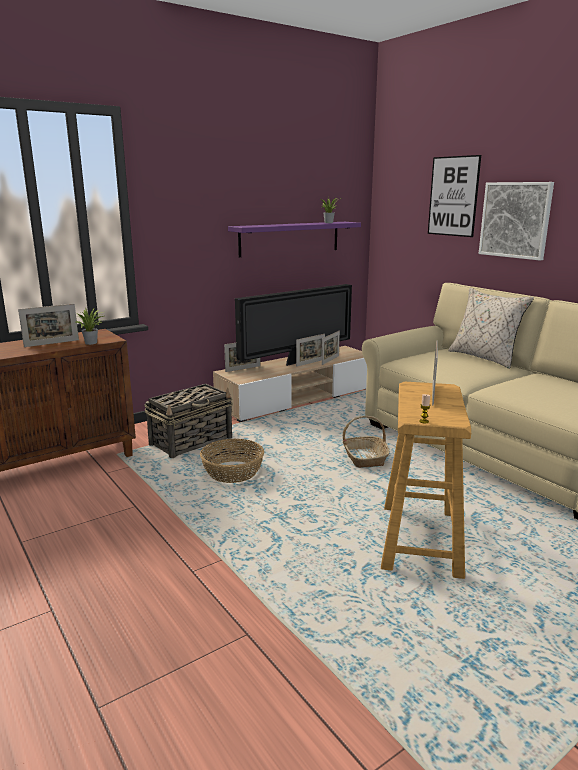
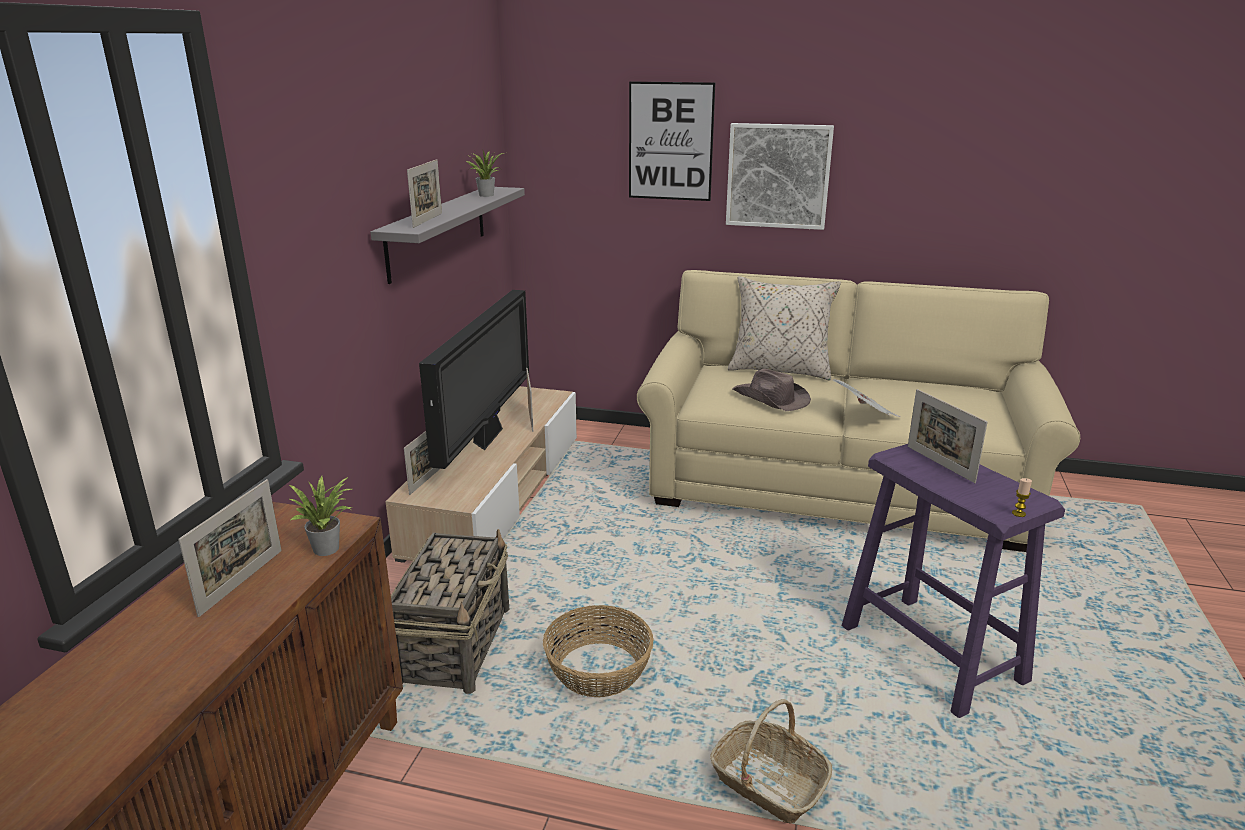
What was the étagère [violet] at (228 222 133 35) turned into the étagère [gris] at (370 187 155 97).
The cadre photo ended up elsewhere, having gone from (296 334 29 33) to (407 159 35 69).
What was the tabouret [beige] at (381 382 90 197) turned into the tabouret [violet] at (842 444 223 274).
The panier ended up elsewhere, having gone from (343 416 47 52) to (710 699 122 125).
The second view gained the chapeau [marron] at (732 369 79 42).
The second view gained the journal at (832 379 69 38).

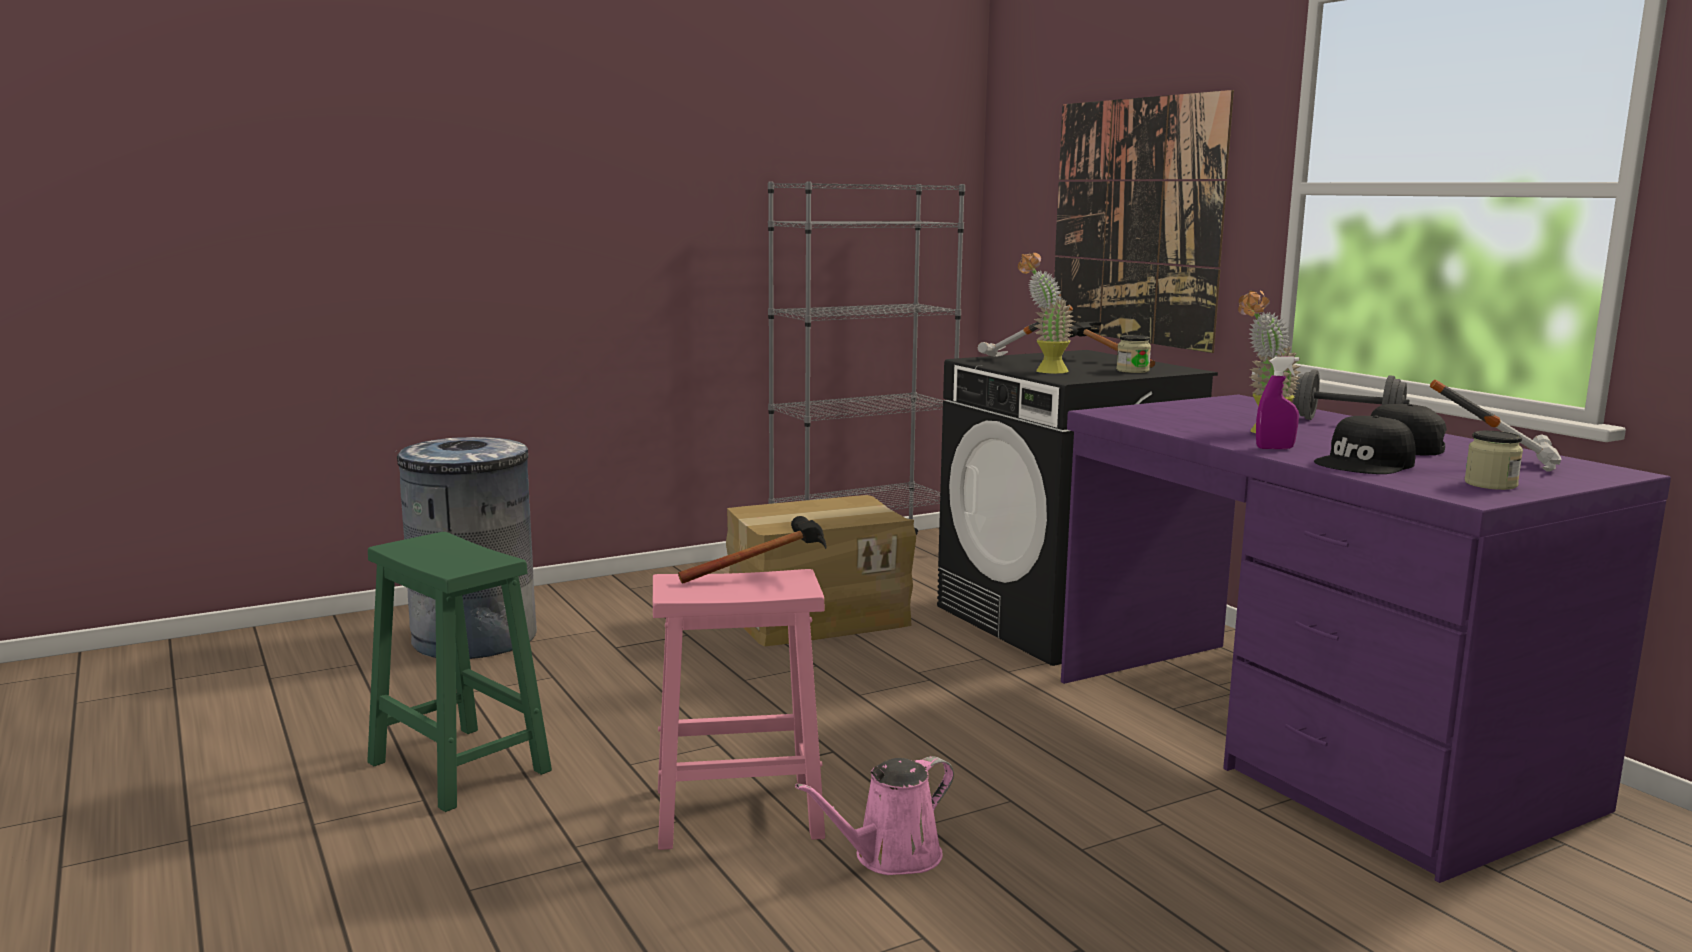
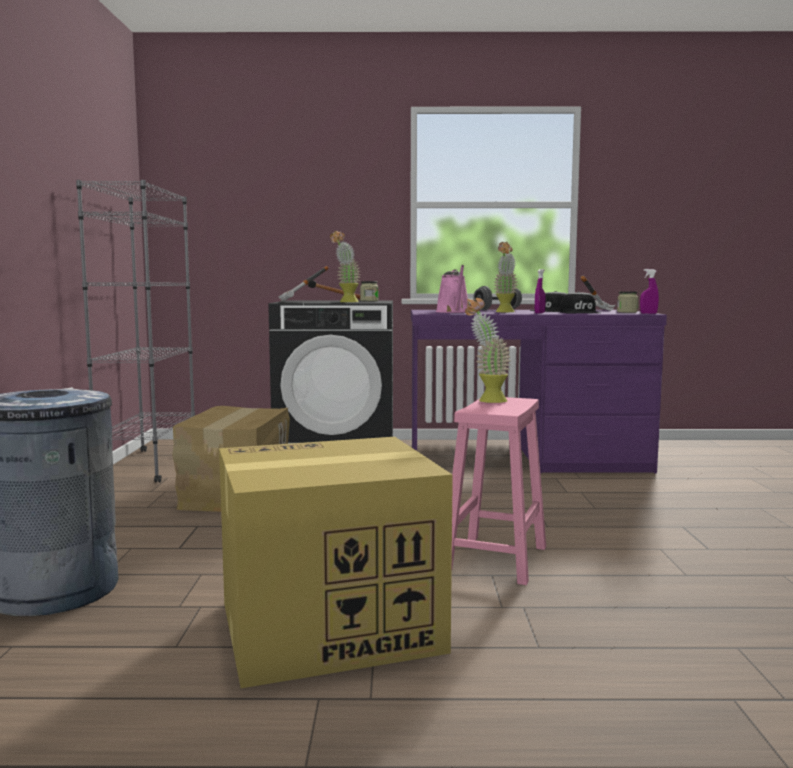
The second view lost the tableau at (1054 90 180 263).
Where the marteau stood at (678 516 149 68), the plante en pot came to stand at (465 298 45 105).
Where the tabouret [vert] stood at (367 532 185 280), the carton came to stand at (219 437 234 251).
The arrosoir [rose] ended up elsewhere, having gone from (795 756 159 119) to (436 265 32 48).
The second view gained the vaporisateur [violet] at (640 269 19 45).

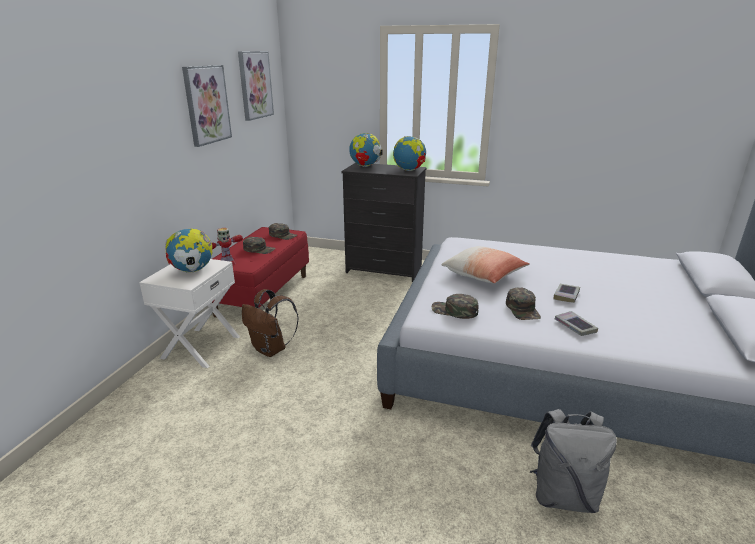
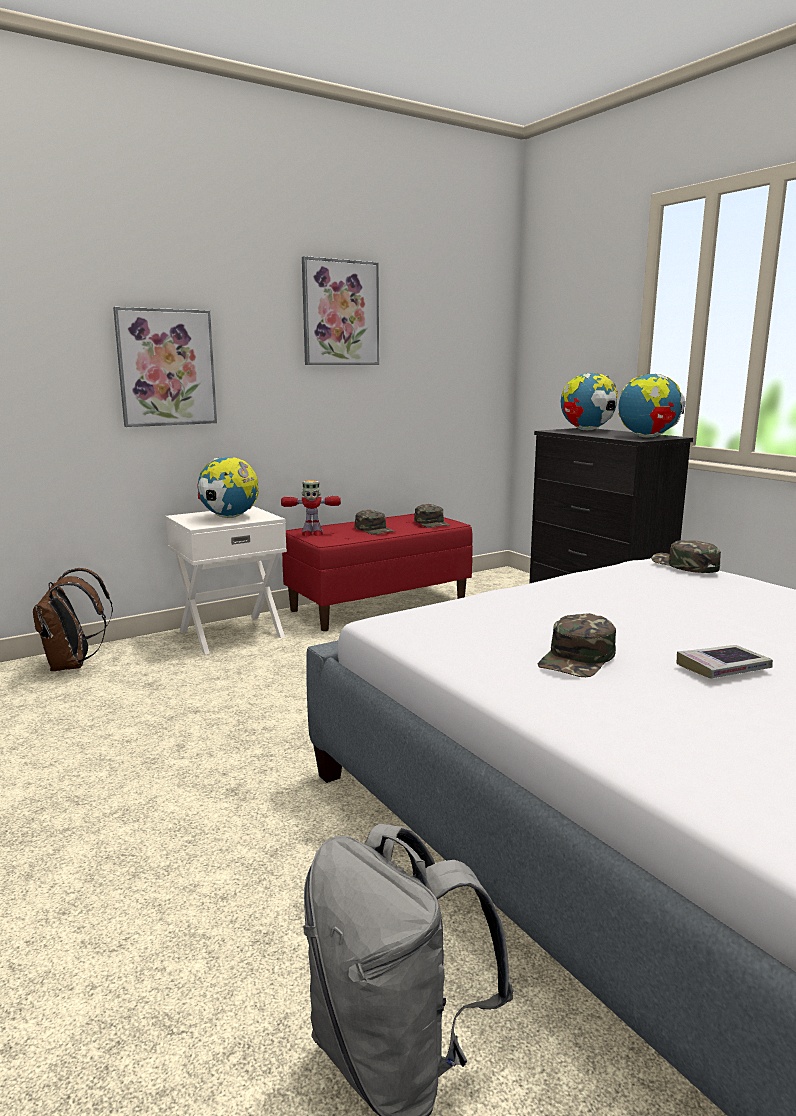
The tableau ended up elsewhere, having gone from (238 51 36 70) to (113 307 104 120).
The second view lost the coussin at (441 246 89 38).
The sac à dos [marron] ended up elsewhere, having gone from (242 289 57 68) to (33 568 80 103).
The casquette [vert] ended up elsewhere, having gone from (432 294 47 25) to (651 540 70 33).
The second view lost the livre at (555 311 43 25).

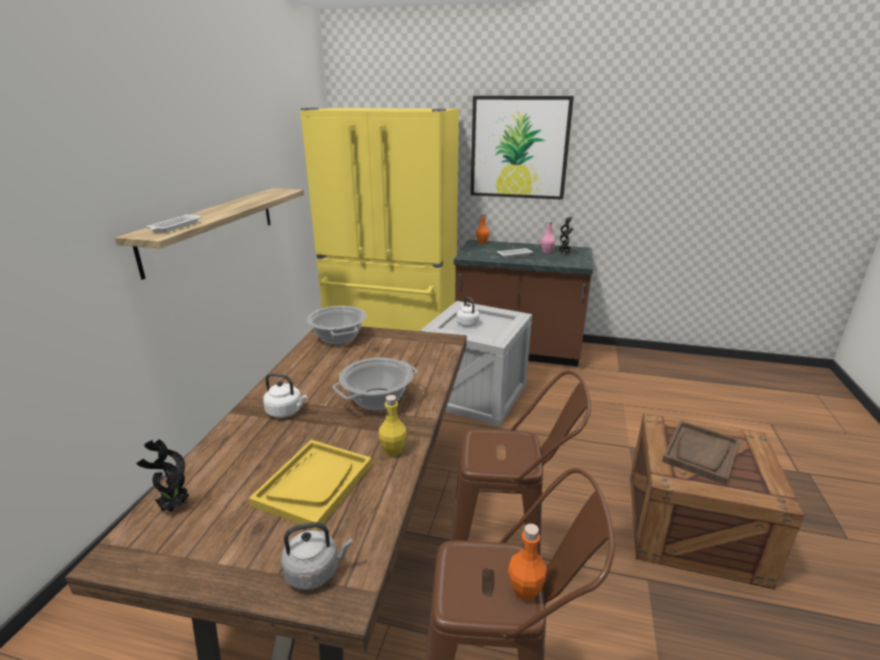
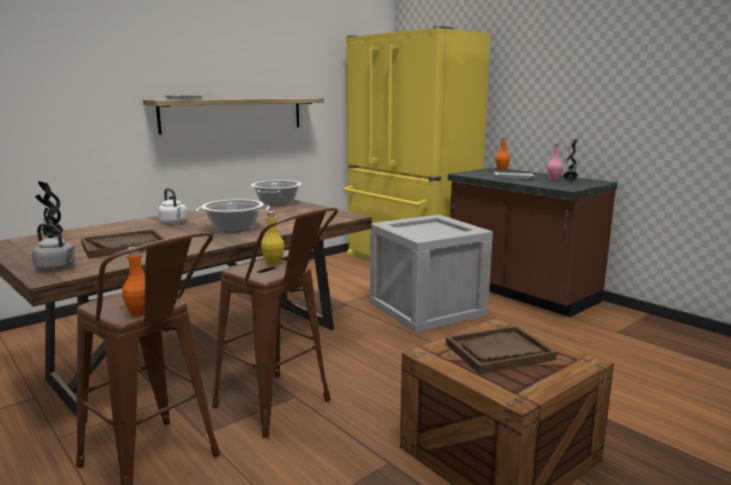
The second view lost the tableau at (470 96 104 104).
The second view lost the bouilloire [blanc] at (457 297 23 30).
The bouteille [jaune] ended up elsewhere, having gone from (379 395 28 61) to (261 211 23 54).
What was the plateau [jaune] at (249 440 123 91) turned into the plateau [marron] at (81 229 84 30).

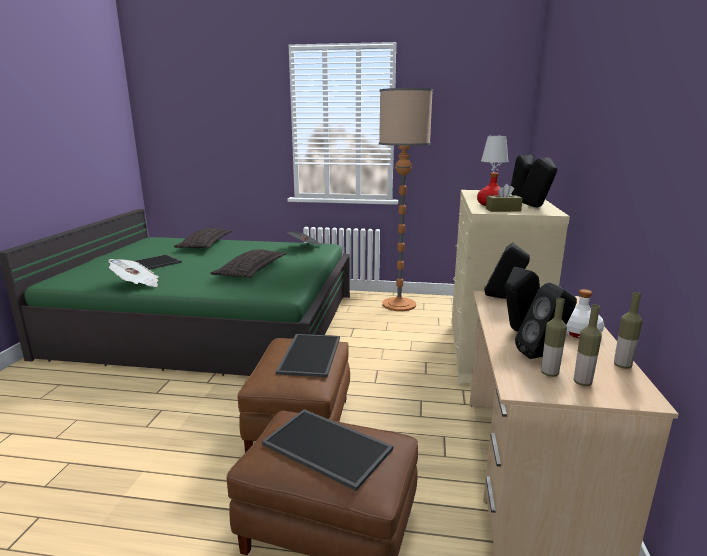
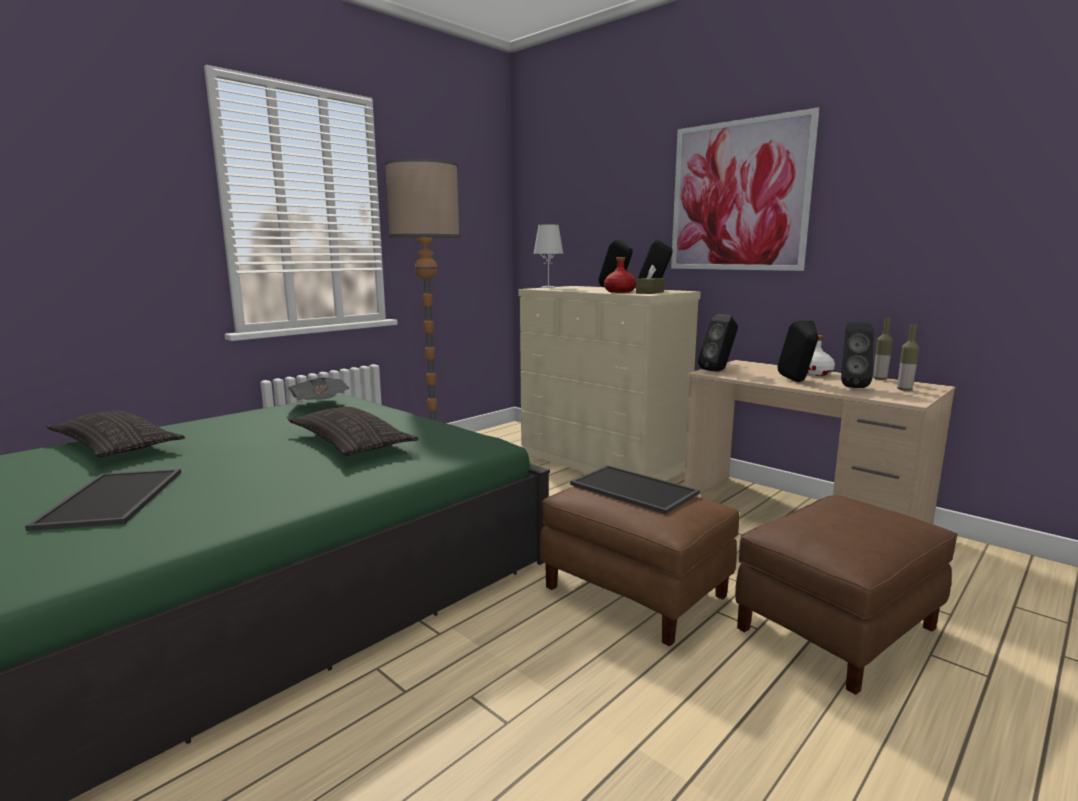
The second view lost the journal at (108 259 51 28).
The second view lost the bouteille at (541 298 26 79).
The second view lost the plateau at (262 409 131 82).
The second view gained the tableau at (671 108 149 163).

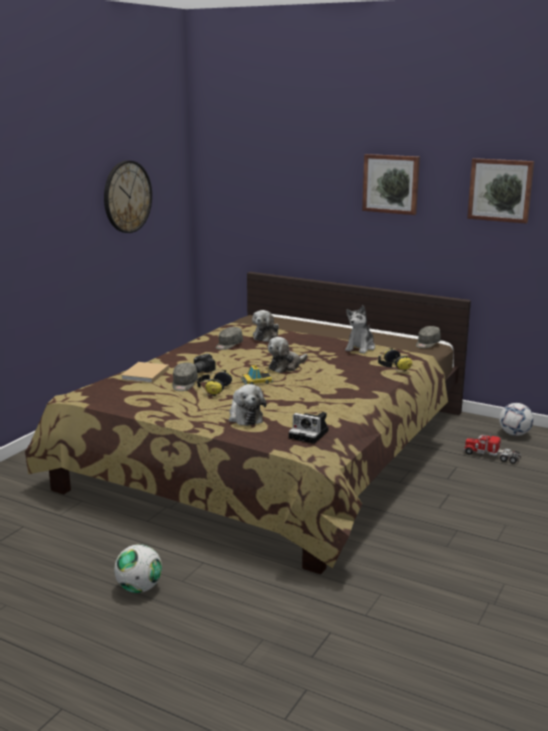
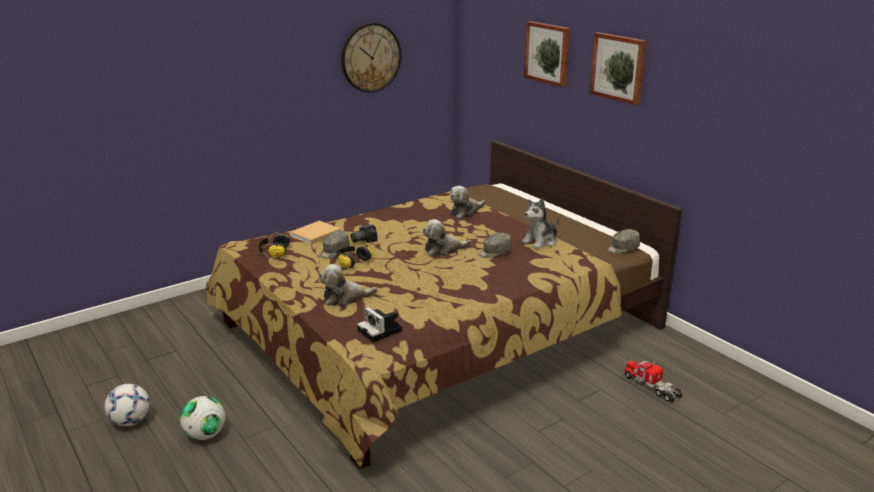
The tableau ended up elsewhere, having gone from (467 158 67 66) to (524 21 46 66).
The casquette [gris] ended up elsewhere, having gone from (216 327 27 23) to (478 233 34 25).
The casque audio ended up elsewhere, having gone from (378 348 34 24) to (258 233 32 26).
The second view lost the petite voiture at (241 365 32 20).
The peluche at (229 384 38 42) ended up facing another way, 75 degrees clockwise from before.
The ballon de foot ended up elsewhere, having gone from (499 403 35 33) to (105 384 45 42).

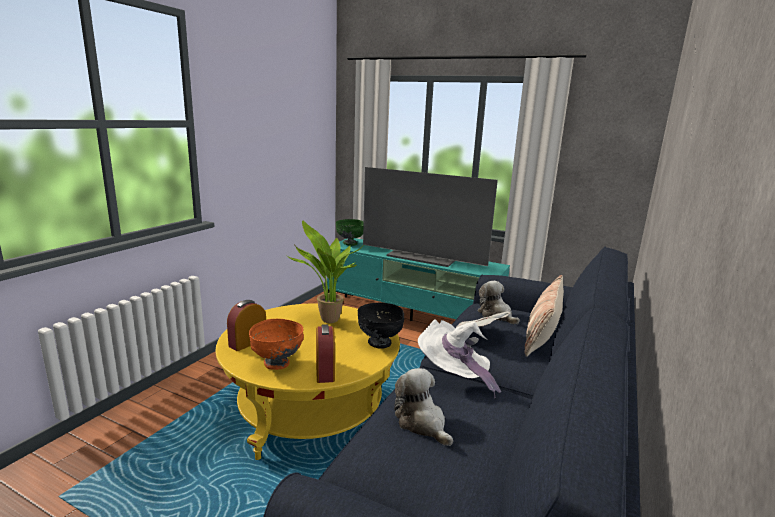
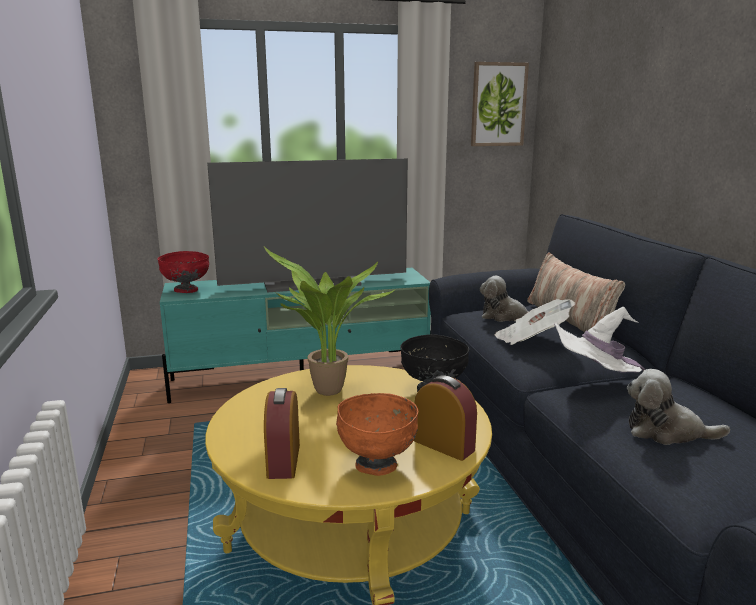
What was the bol [vert] at (336 219 28 27) turned into the bol [rouge] at (157 251 52 42).
The second view gained the tableau at (471 62 58 84).

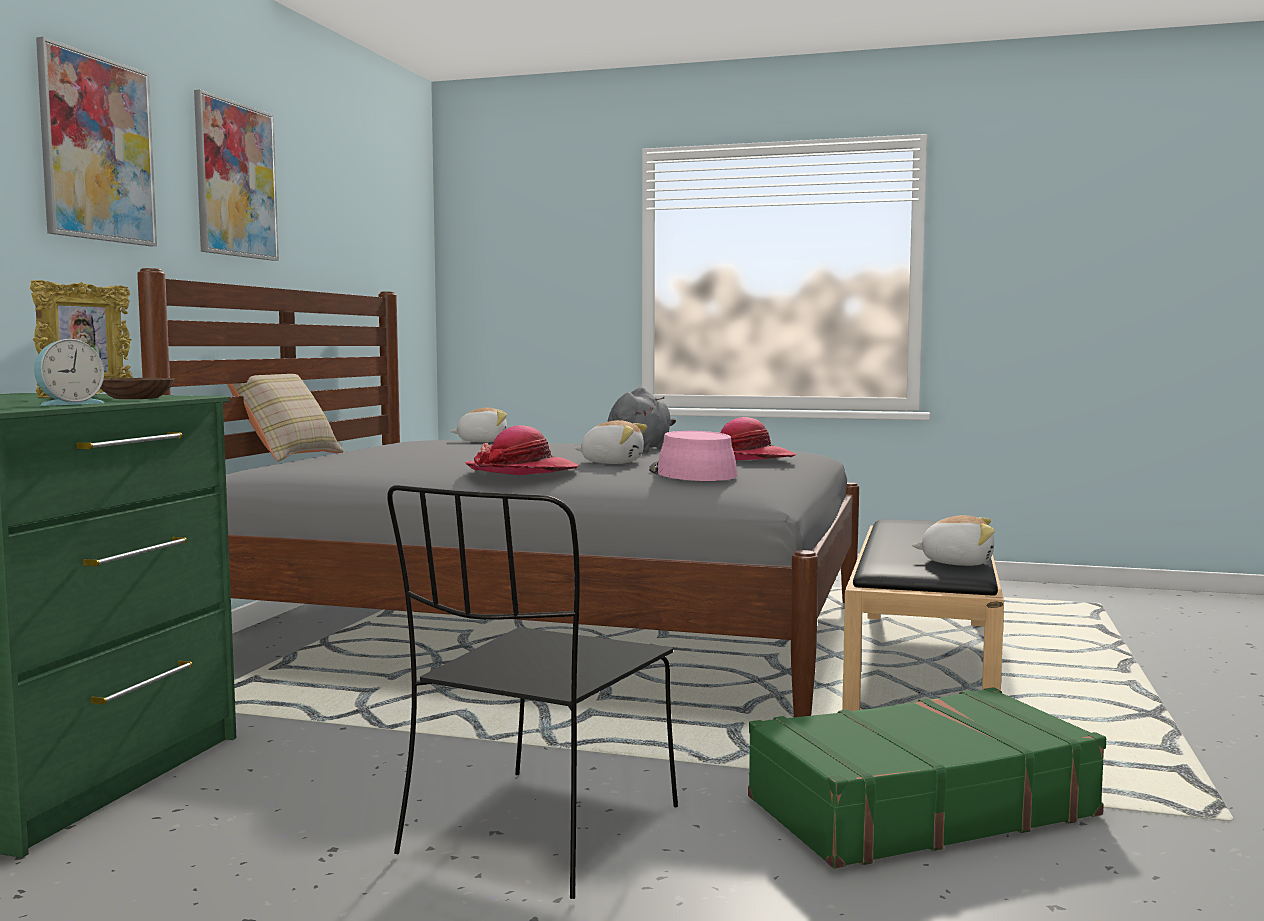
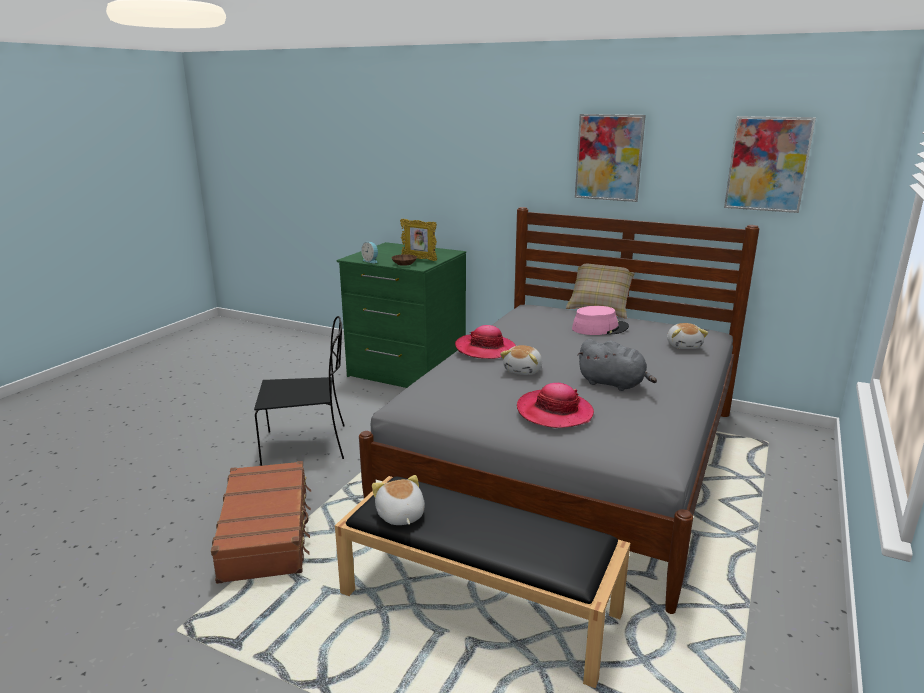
The tableau ended up elsewhere, having gone from (36 37 121 209) to (724 116 92 97).
The chapeau [rose] ended up elsewhere, having gone from (649 431 89 50) to (572 306 57 29).
The chaise [noir] at (387 485 291 414) ended up facing another way, 135 degrees clockwise from before.
The peluche at (912 515 83 51) ended up facing another way, 135 degrees clockwise from before.
What was the valise [vert] at (748 687 358 182) turned into the valise [marron] at (211 461 100 123).

